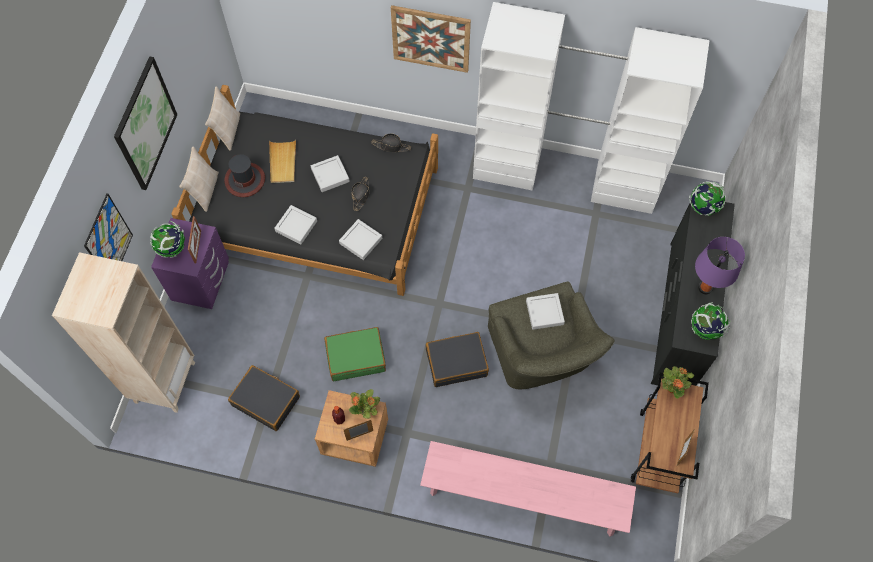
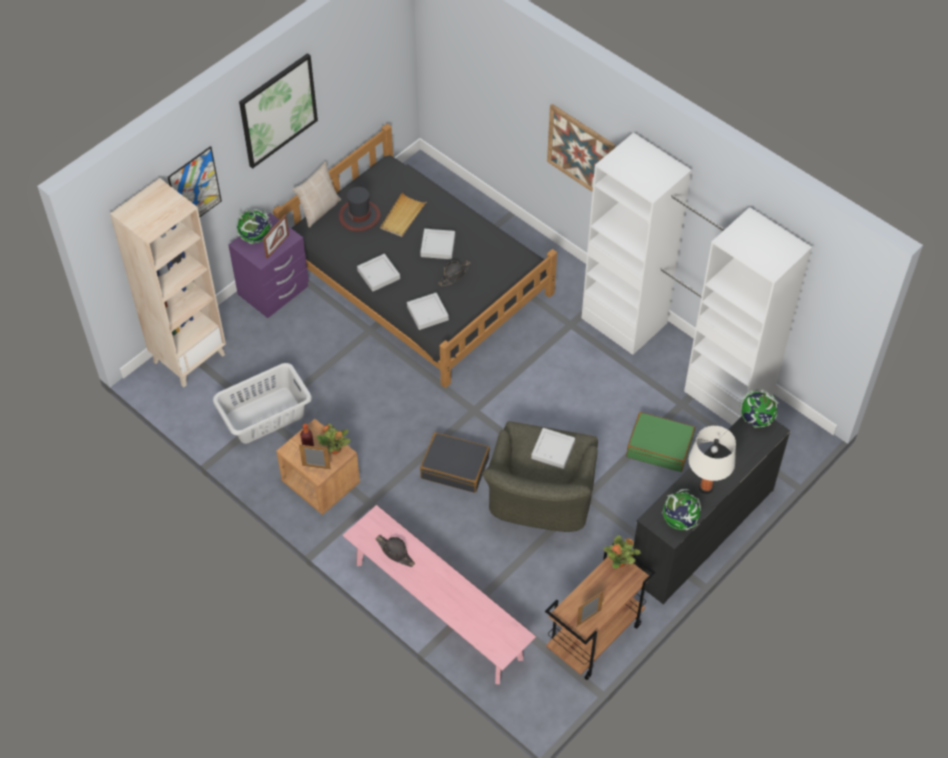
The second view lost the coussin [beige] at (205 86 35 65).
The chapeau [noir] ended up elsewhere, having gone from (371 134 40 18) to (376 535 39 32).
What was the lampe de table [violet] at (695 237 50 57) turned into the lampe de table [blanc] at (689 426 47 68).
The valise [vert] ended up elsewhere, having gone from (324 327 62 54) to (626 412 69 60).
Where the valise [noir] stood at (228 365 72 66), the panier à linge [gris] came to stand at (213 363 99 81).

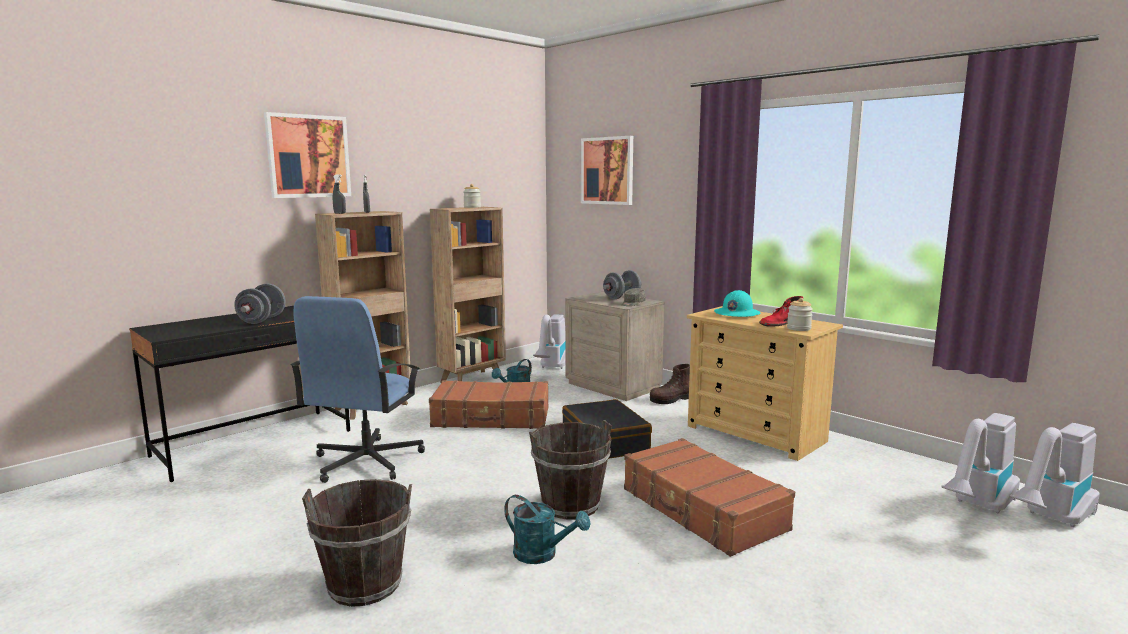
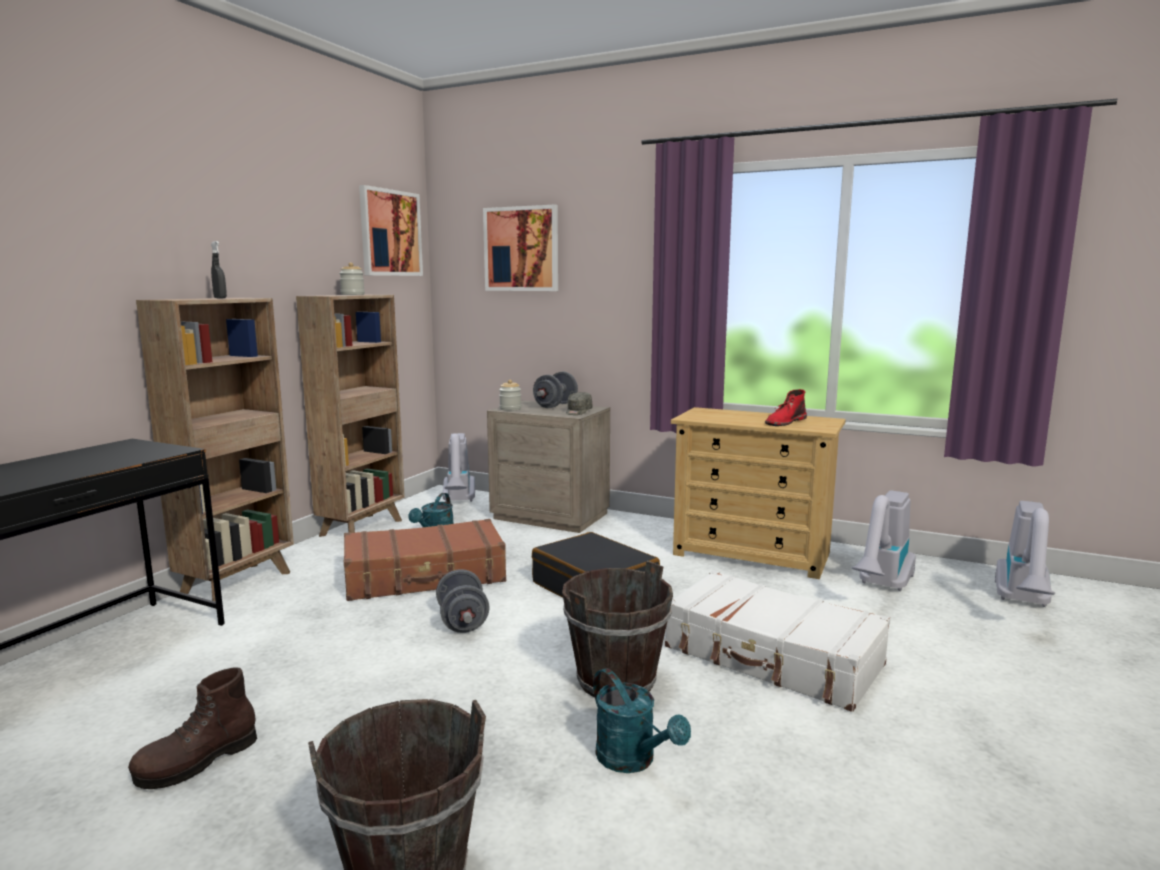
The tableau ended up elsewhere, having gone from (264 112 87 86) to (359 185 64 91).
The second view lost the vaporisateur [gris] at (333 174 13 40).
The haltère [gris] ended up elsewhere, having gone from (234 284 52 40) to (436 569 53 64).
The second view lost the casque de chantier [turquoise] at (714 290 47 27).
The second view lost the chaise de bureau [bleu] at (291 296 134 187).
The bocal ended up elsewhere, having gone from (787 298 26 33) to (499 380 22 31).
The botte [marron] ended up elsewhere, having gone from (650 364 40 40) to (128 667 129 122).
The aspirateur ended up elsewhere, having gone from (1010 423 90 104) to (852 491 64 100).
What was the valise [marron] at (624 438 171 119) turned into the valise [blanc] at (665 571 225 141).
The arrosoir [turquoise] at (504 495 87 69) ended up facing another way, 45 degrees clockwise from before.

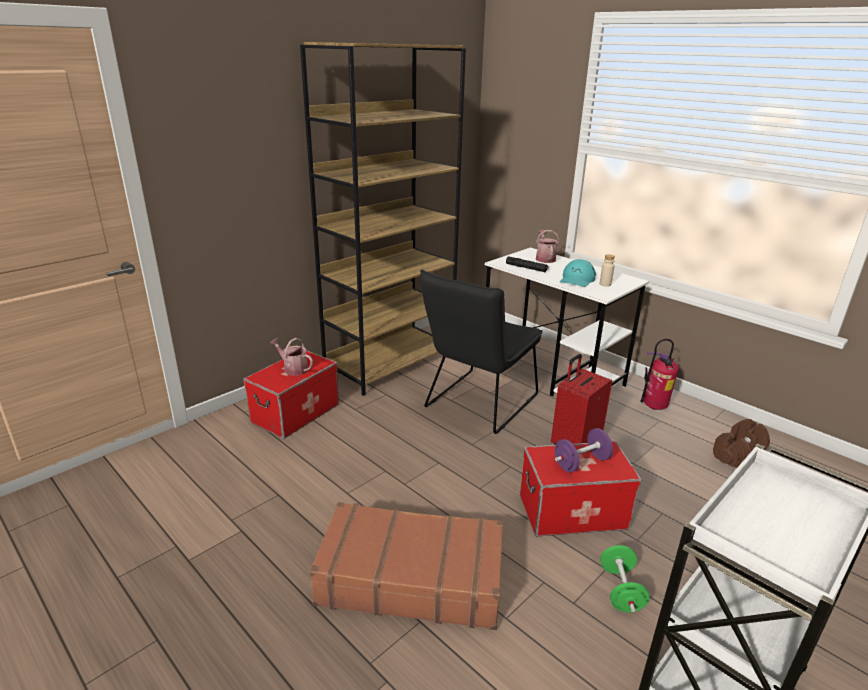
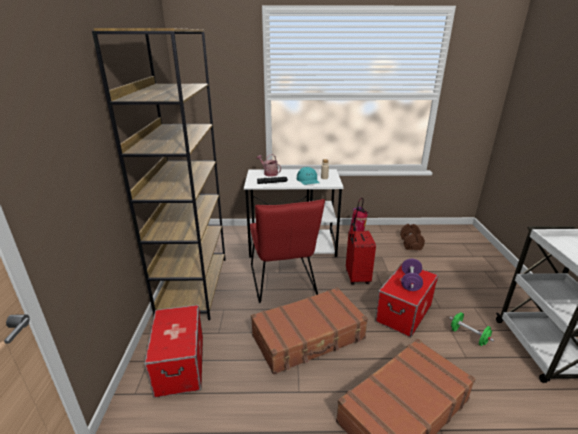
What was the chaise [noir] at (420 269 123 165) turned into the chaise [rouge] at (250 199 75 104).
The second view lost the arrosoir at (269 338 44 38).
The second view gained the valise [marron] at (251 287 117 88).

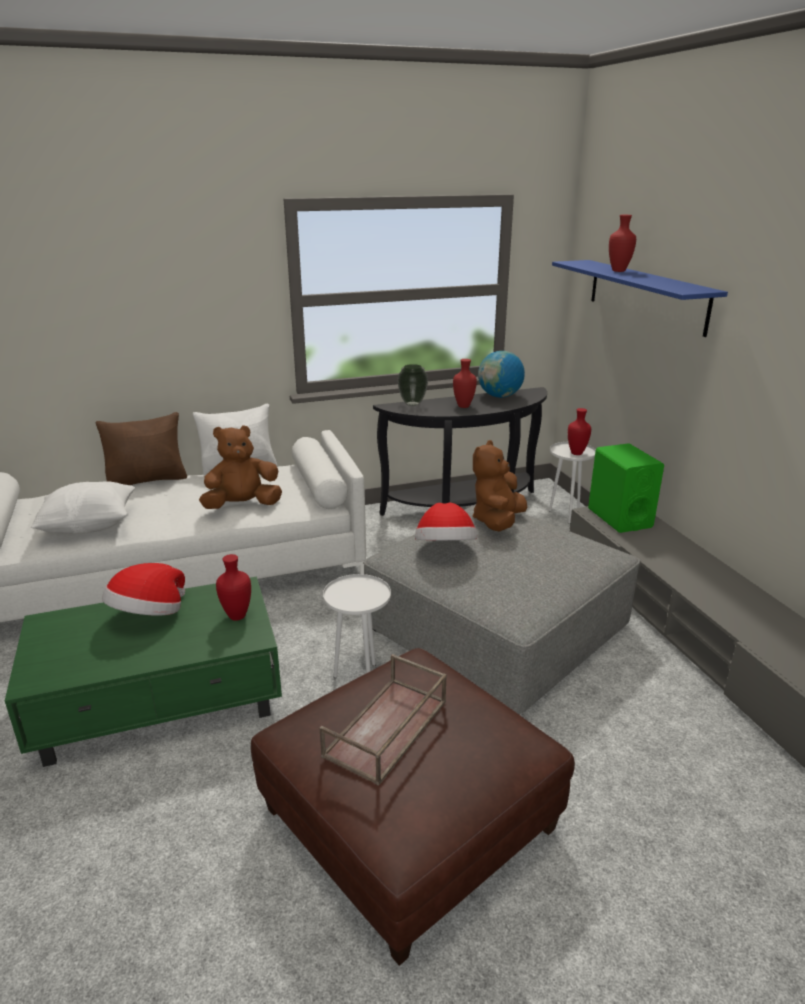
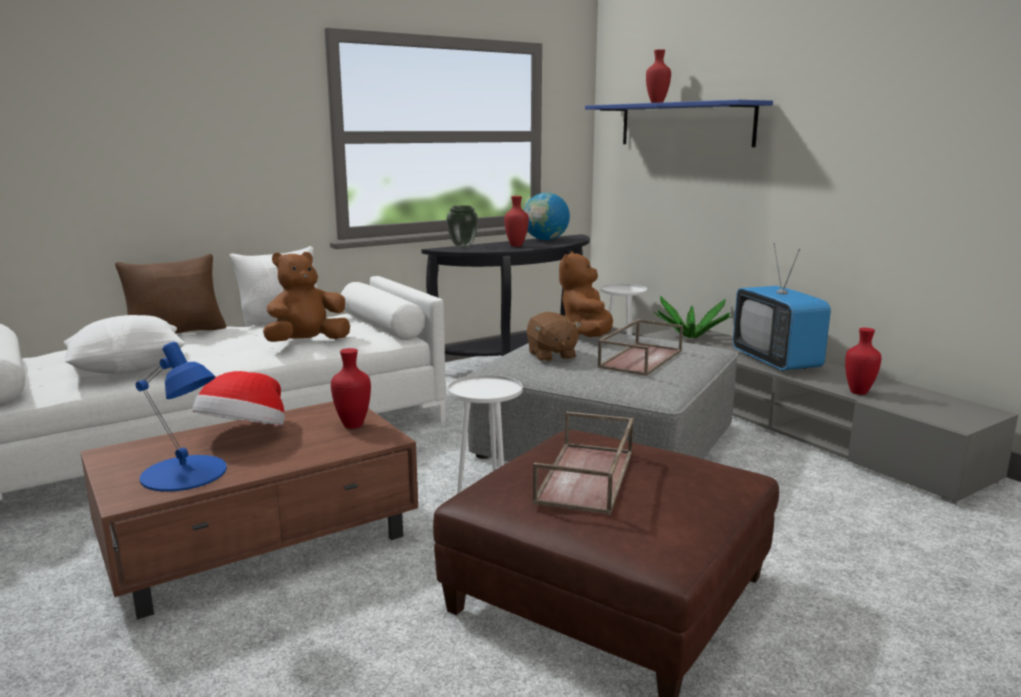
The vase [rouge] ended up elsewhere, having gone from (568 408 23 47) to (845 328 36 67).
Where the enceinte [vert] stood at (588 443 76 90), the plante en pot came to stand at (654 296 78 42).
Where the chapeau stood at (415 503 62 37), the peluche [marron] came to stand at (527 312 55 50).
What was the table basse [vert] at (5 577 277 190) turned into the table basse [marron] at (80 401 338 219).
The second view gained the téléviseur at (733 243 98 128).
The second view gained the plateau [marron] at (597 319 86 57).
The second view gained the lampe de table [bleu] at (136 342 91 150).

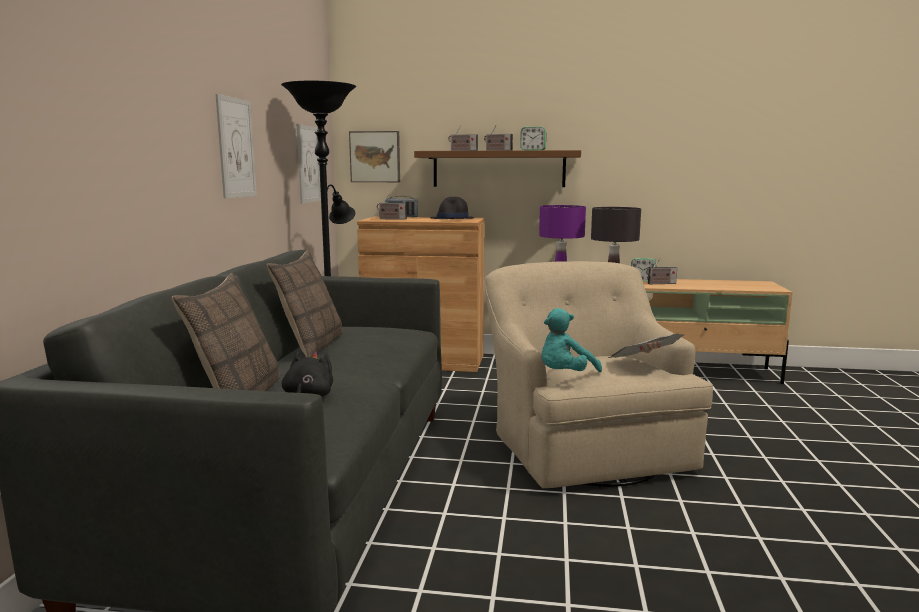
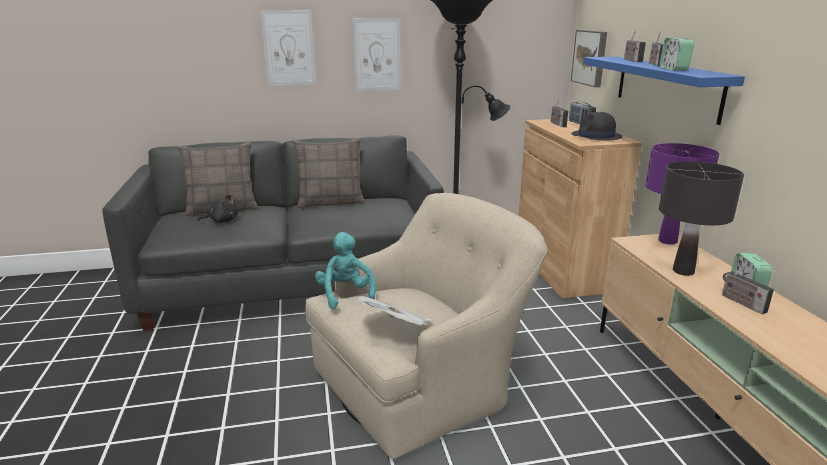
The tableau ended up elsewhere, having gone from (297 124 24 79) to (260 10 56 76).
What was the étagère [marron] at (414 150 167 37) turned into the étagère [bleu] at (583 57 162 68).
The peluche [turquoise] at (541 308 61 64) ended up facing another way, 45 degrees clockwise from before.

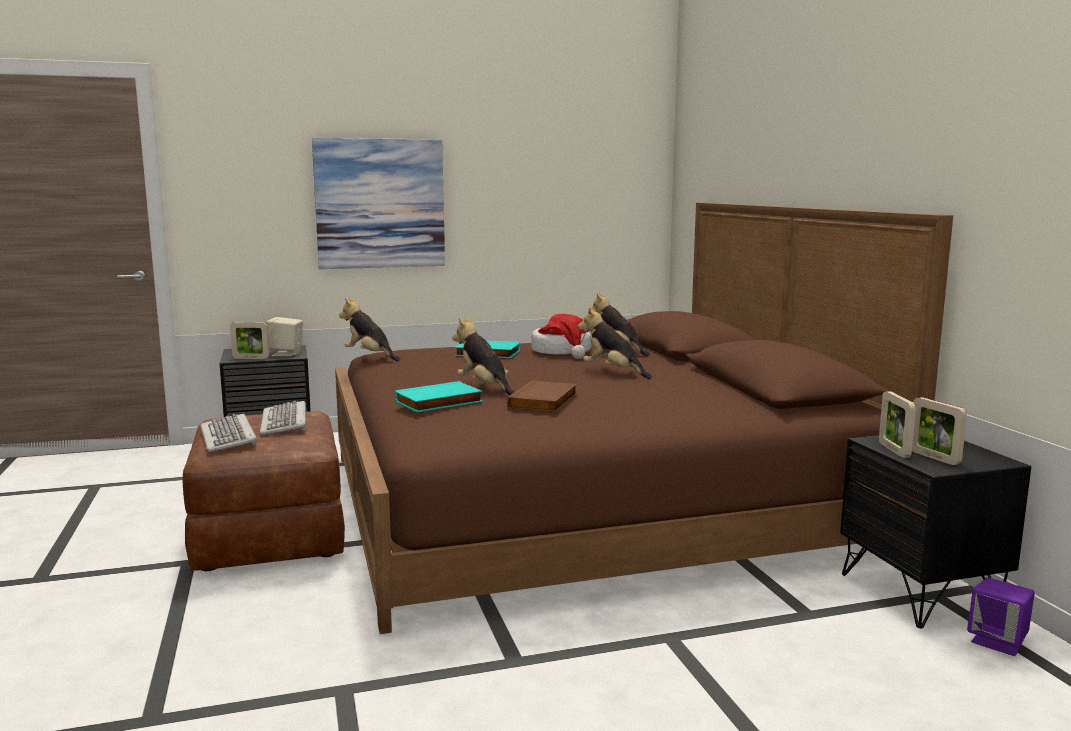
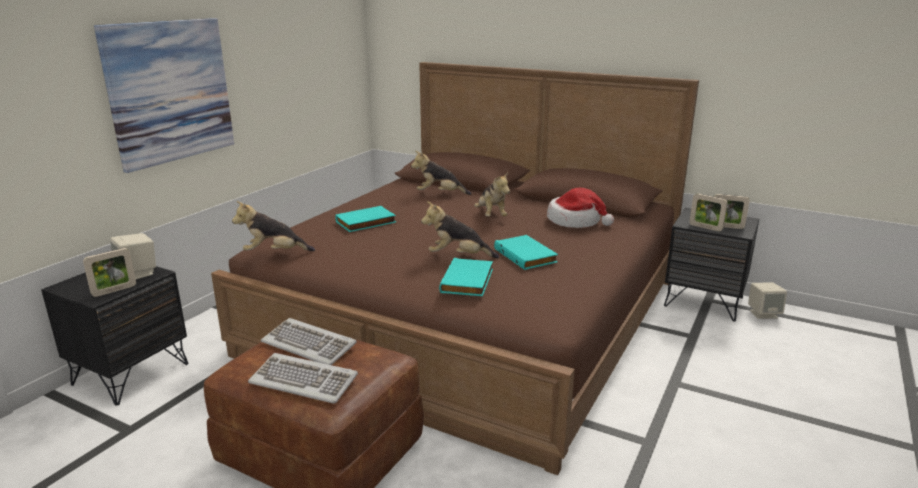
The peluche at (578 307 74 72) ended up facing another way, 105 degrees counterclockwise from before.
The chapeau ended up elsewhere, having gone from (531 314 60 45) to (547 188 67 40).
What was the livre [marron] at (507 380 70 32) turned into the livre [turquoise] at (494 235 64 35).
What was the enceinte [violet] at (967 578 68 78) turned into the enceinte [beige] at (748 282 39 37).

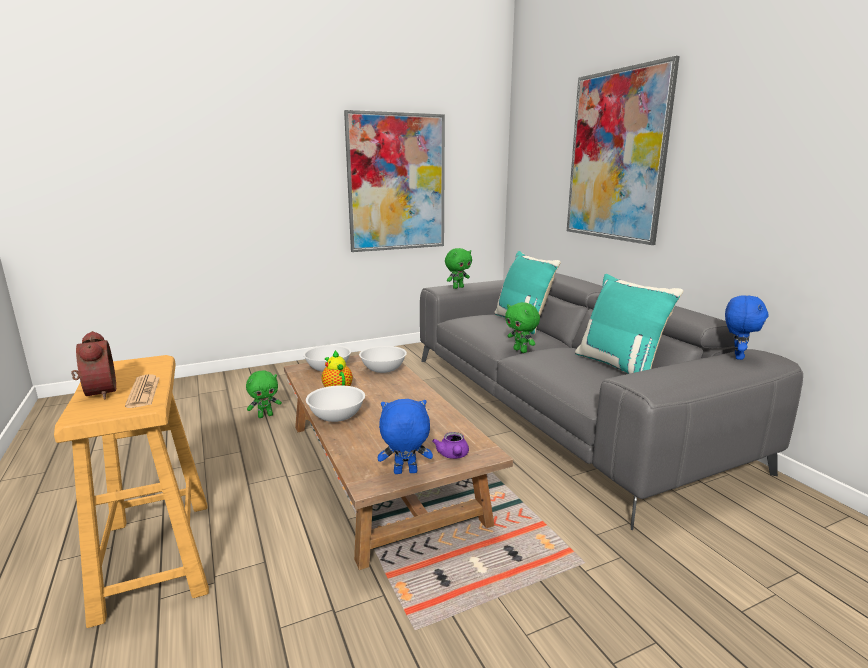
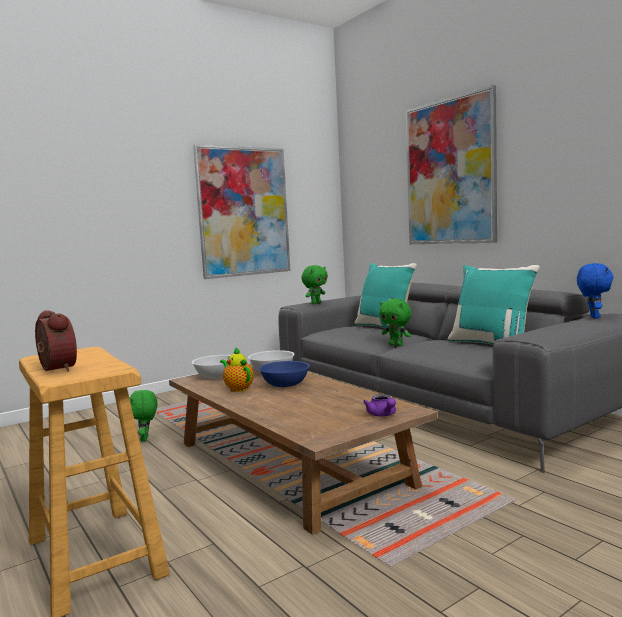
The peluche [vert] at (246 370 36 48) ended up facing another way, 120 degrees clockwise from before.
The second view lost the journal at (125 374 35 34).
The second view lost the bol [blanc] at (306 385 59 37).
The second view lost the peluche [bleu] at (378 399 55 75).
The second view gained the bol [bleu] at (259 361 51 26).

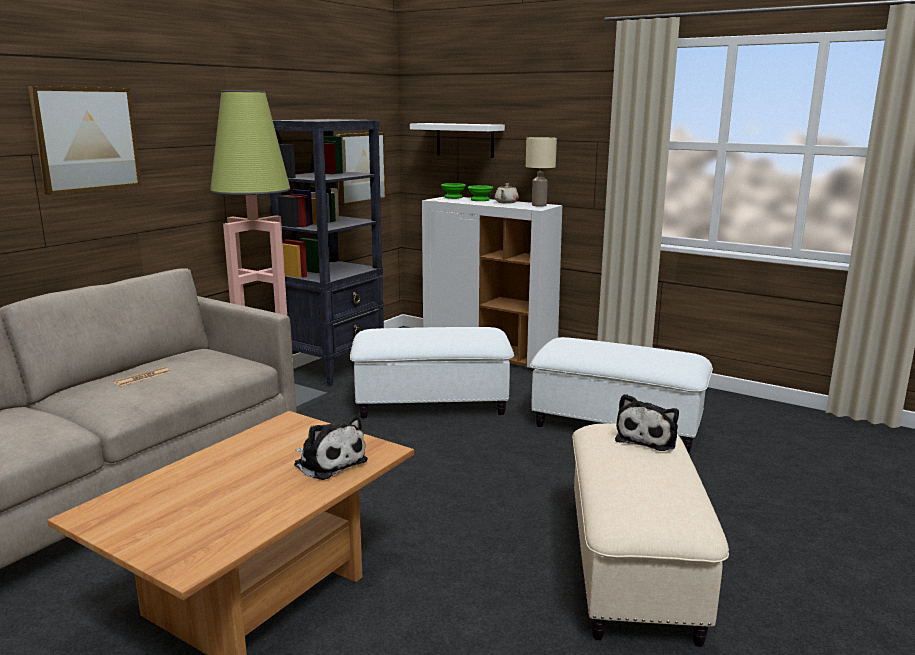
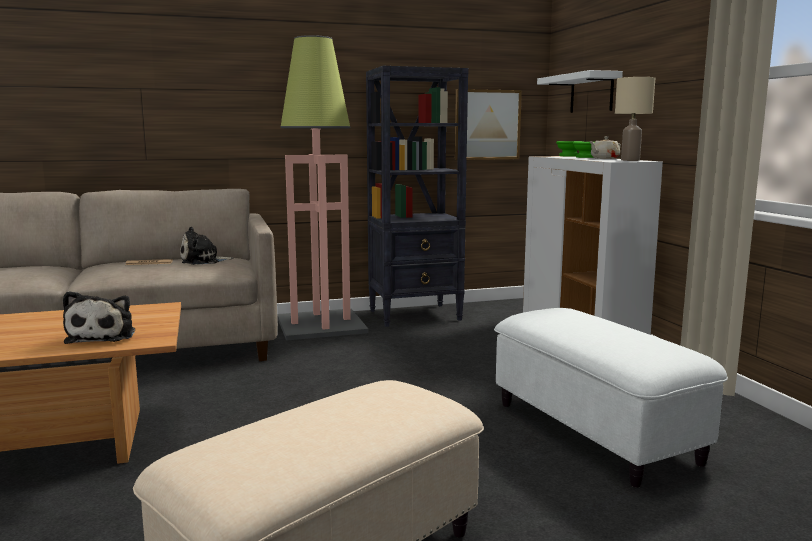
The second view lost the tableau at (28 86 113 109).
The second view lost the pouf [blanc] at (350 327 164 91).
The peluche ended up elsewhere, having gone from (615 394 64 57) to (180 227 54 38).

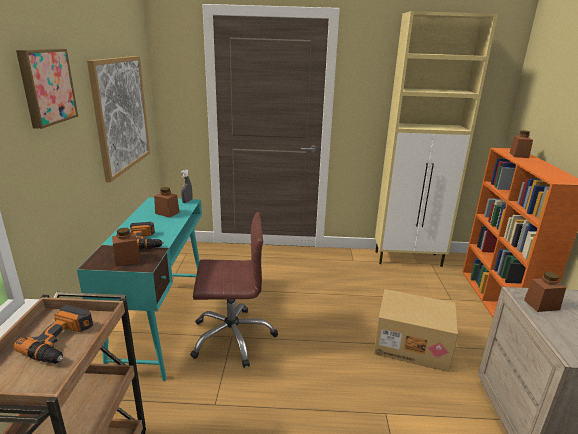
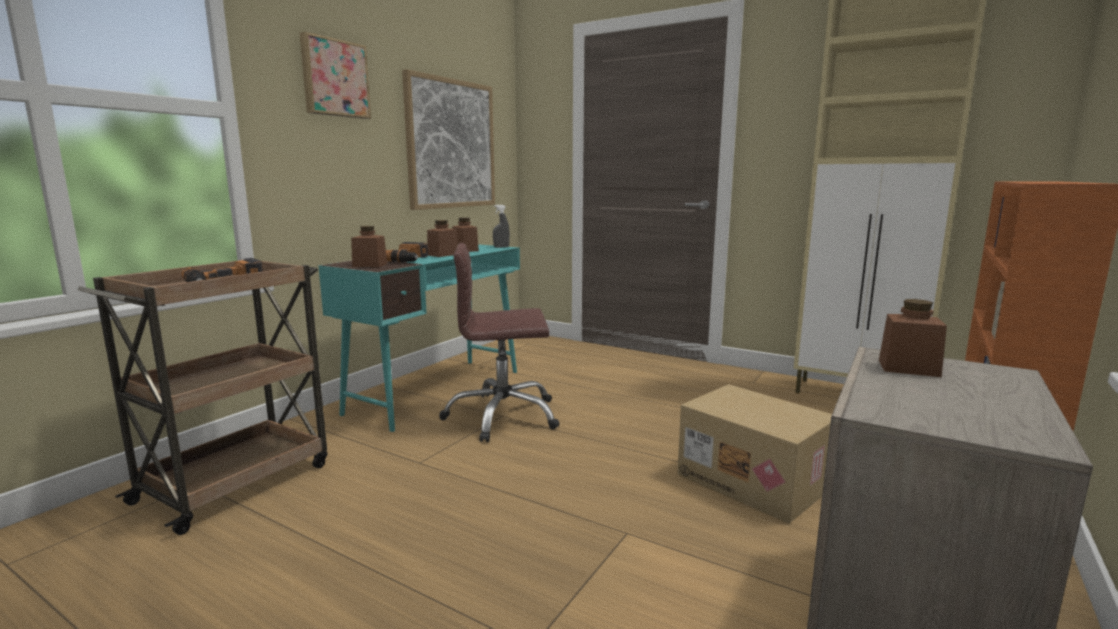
The bocal [marron] ended up elsewhere, having gone from (510 130 23 28) to (427 220 31 37).
The chaise de bureau [marron] at (190 212 88 156) ended up facing another way, 150 degrees clockwise from before.

